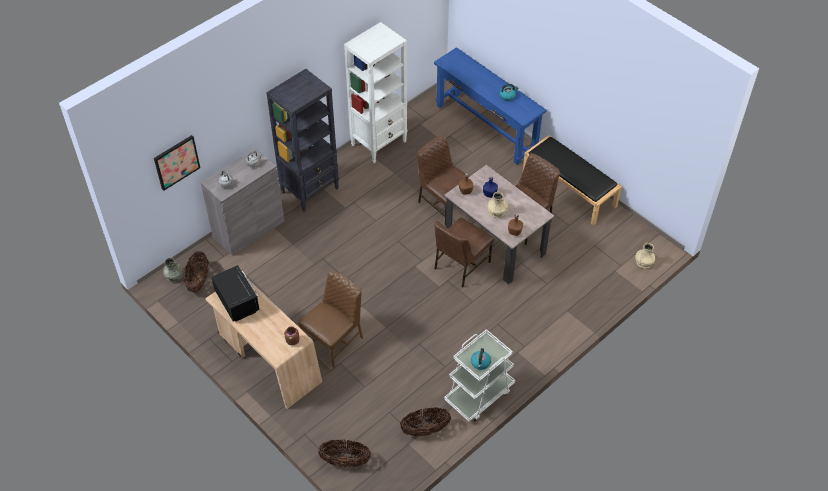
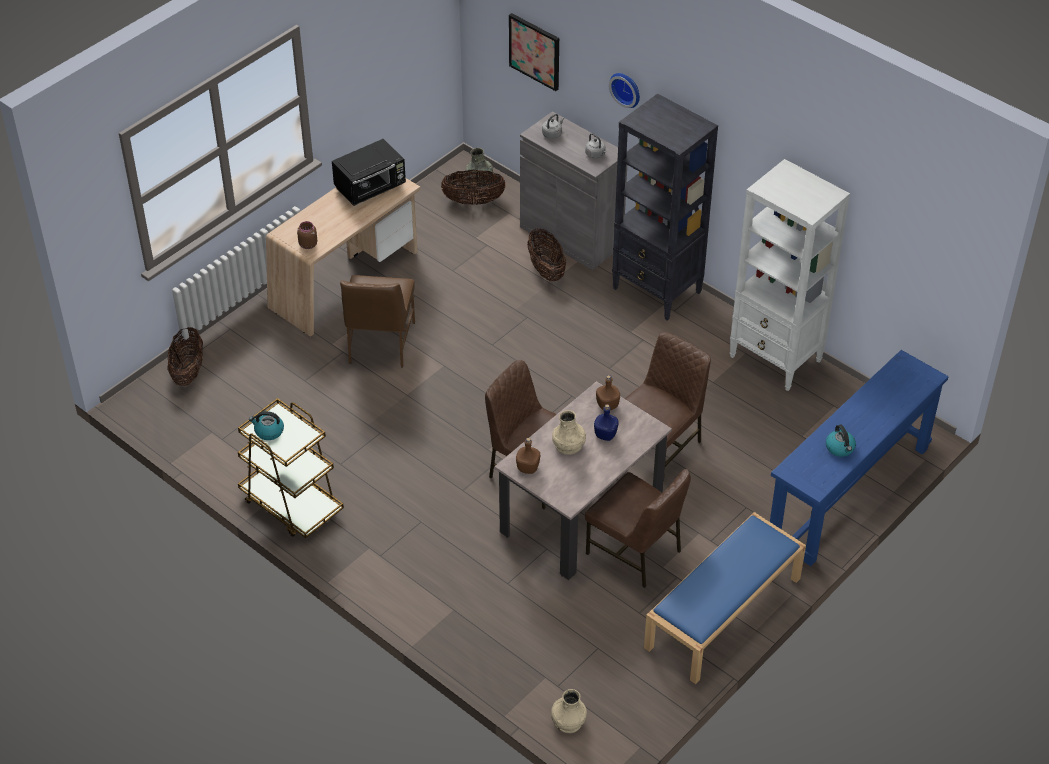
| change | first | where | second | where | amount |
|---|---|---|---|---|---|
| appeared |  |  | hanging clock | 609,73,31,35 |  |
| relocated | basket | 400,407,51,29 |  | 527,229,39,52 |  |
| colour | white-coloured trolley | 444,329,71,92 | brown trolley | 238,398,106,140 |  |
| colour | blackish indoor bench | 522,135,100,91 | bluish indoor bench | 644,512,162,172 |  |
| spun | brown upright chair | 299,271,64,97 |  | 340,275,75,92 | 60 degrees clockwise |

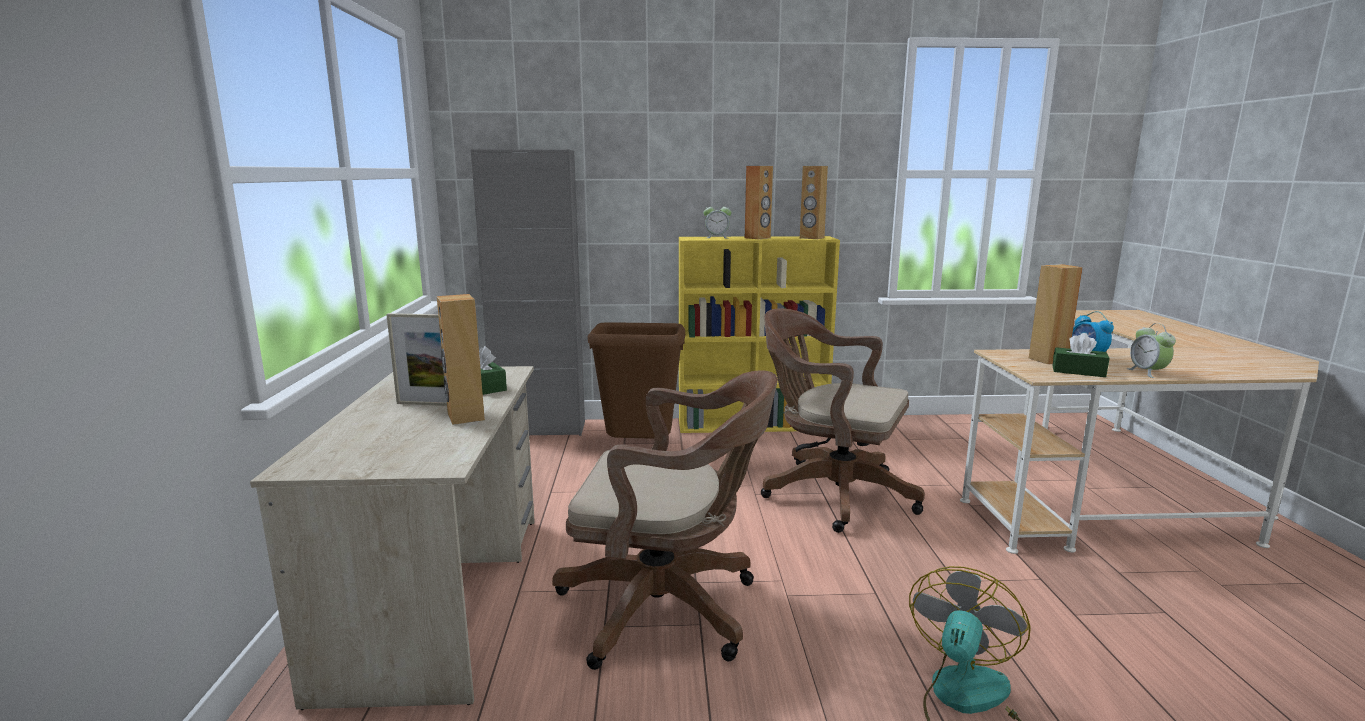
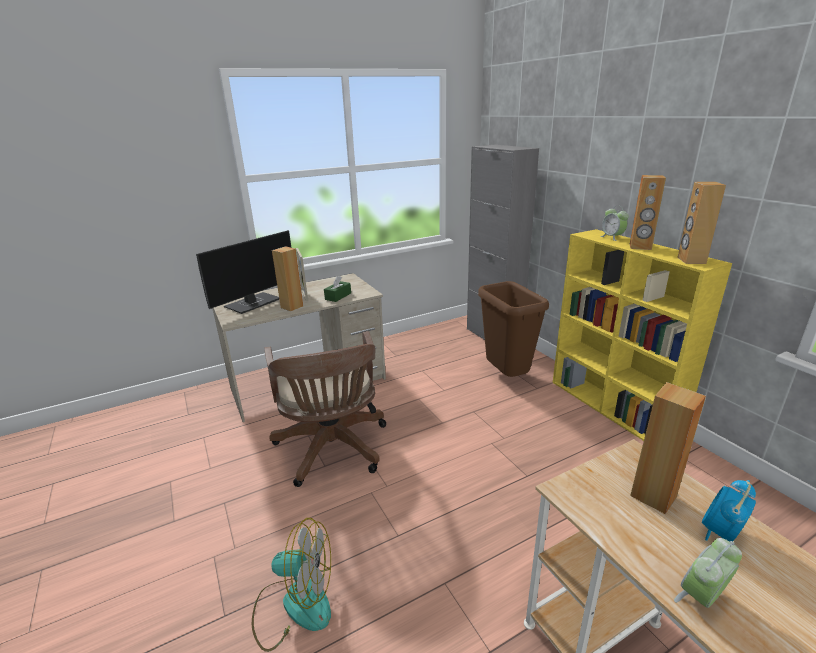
| change | first | where | second | where | amount |
|---|---|---|---|---|---|
| missing | brown desk chair | 761,308,164,225 |  |  |  |
| missing | green-coloured box of tissues | 1052,333,57,44 |  |  |  |
| appeared |  |  | computer display | 196,230,95,84 |  |

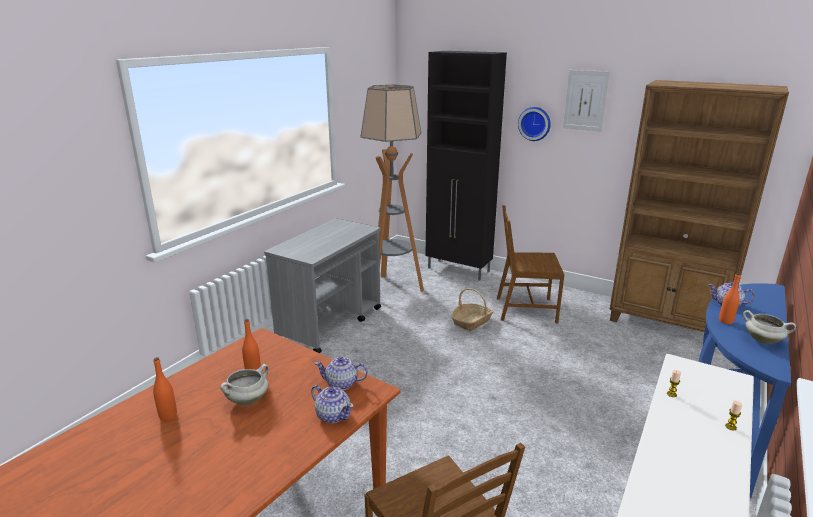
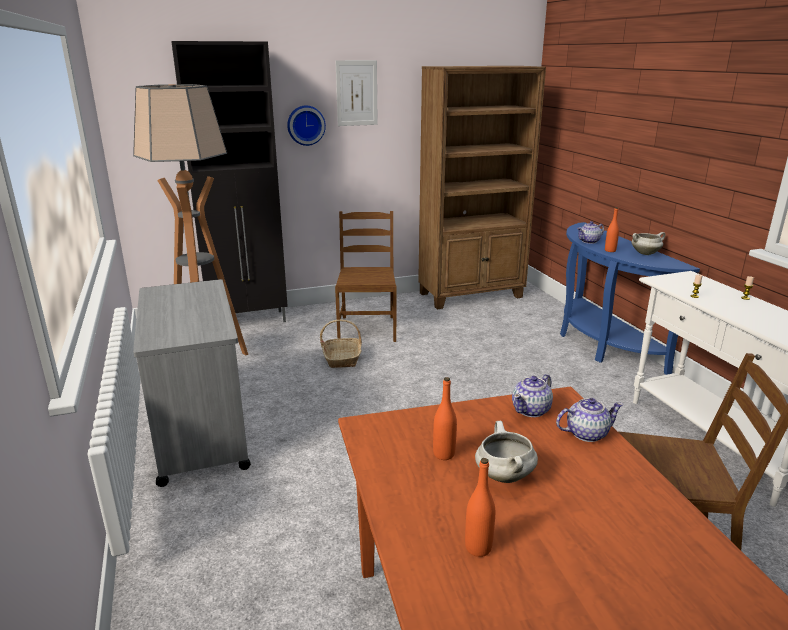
| change | first | where | second | where | amount |
|---|---|---|---|---|---|
| spun | brown upright chair | 497,205,67,118 |  | 335,211,62,131 | 135 degrees clockwise |

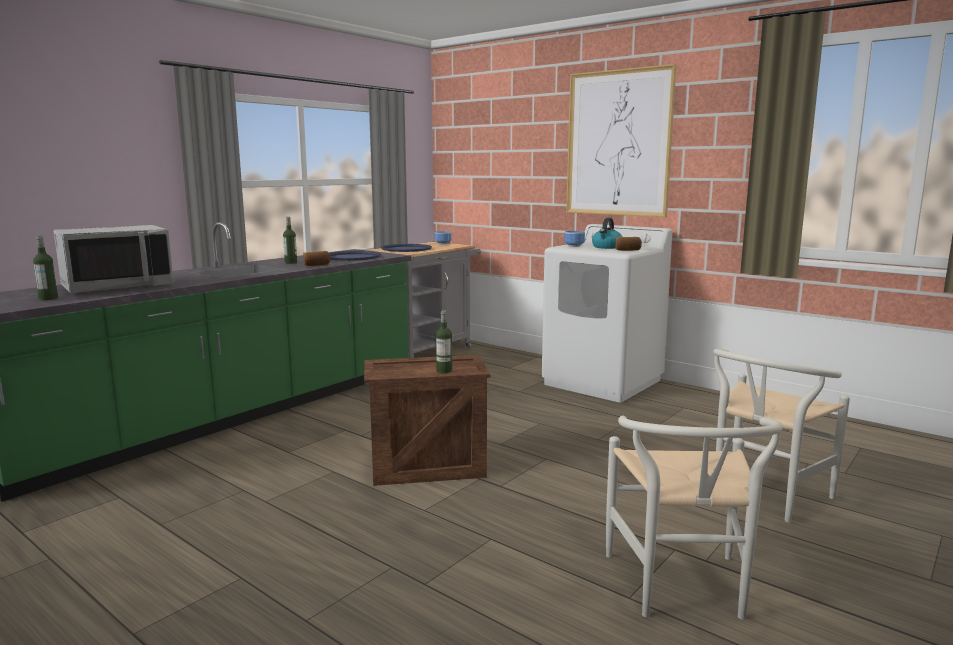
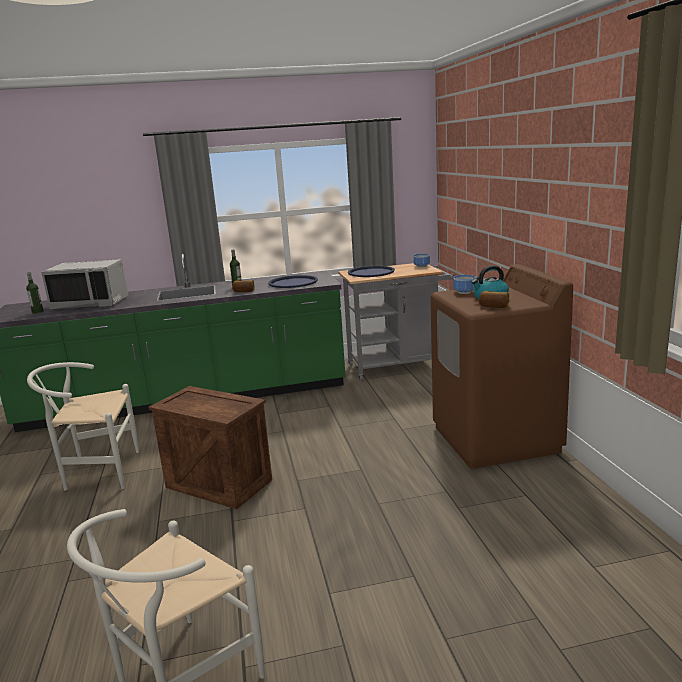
| change | first | where | second | where | amount |
|---|---|---|---|---|---|
| missing | drink bottle | 436,310,16,63 |  |  |  |
| missing | wall art | 566,64,111,153 |  |  |  |
| relocated | white-coloured upright chair | 713,349,137,174 |  | 27,362,112,129 |  |
| colour | white-coloured washing machine | 542,224,130,178 | brown washing machine | 430,264,143,205 |  |

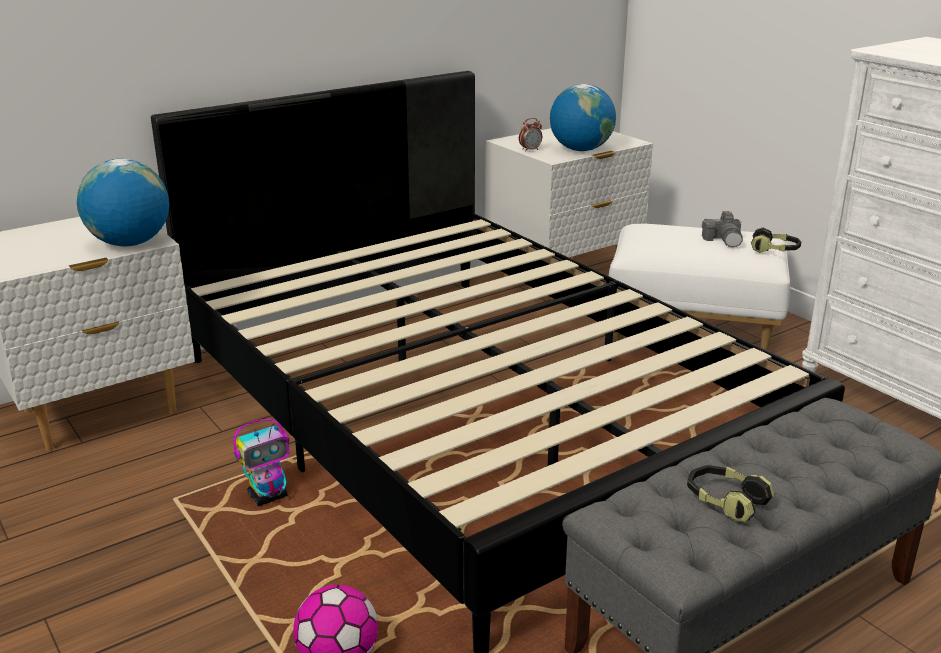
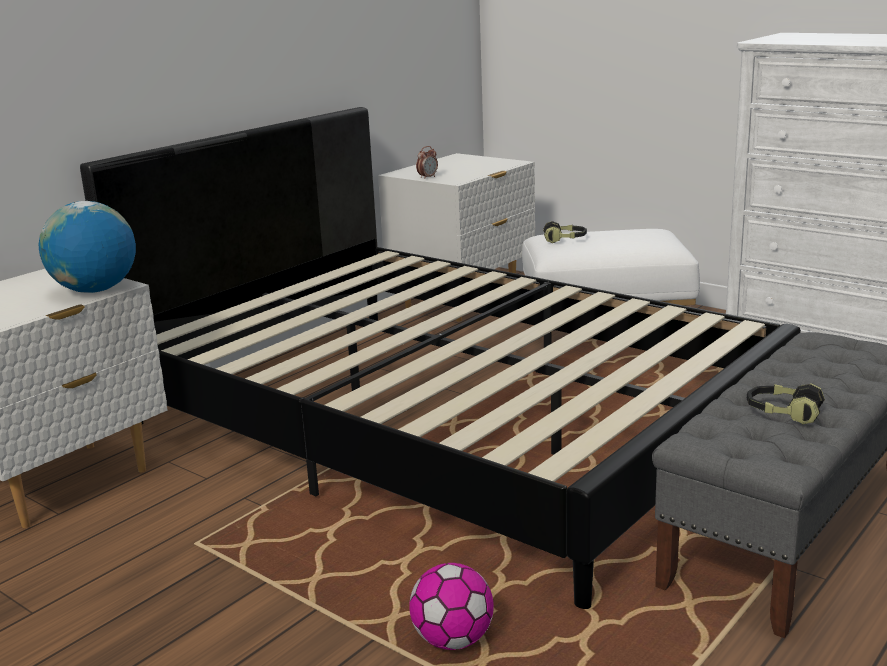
| change | first | where | second | where | amount |
|---|---|---|---|---|---|
| missing | model robot | 233,419,56,87 |  |  |  |
| missing | world globe | 550,84,66,67 |  |  |  |
| missing | photo camera | 702,211,41,36 |  |  |  |
| relocated | headphones | 751,227,50,26 |  | 543,221,44,22 |  |

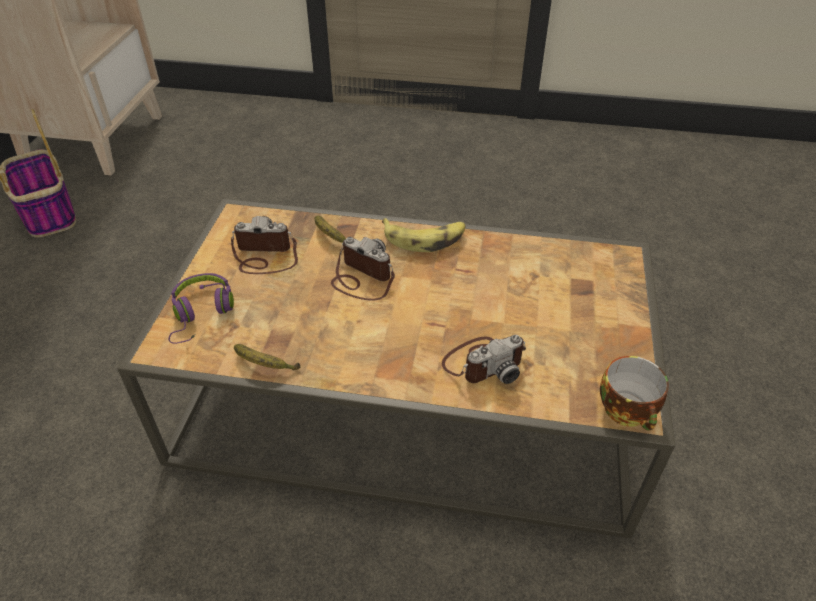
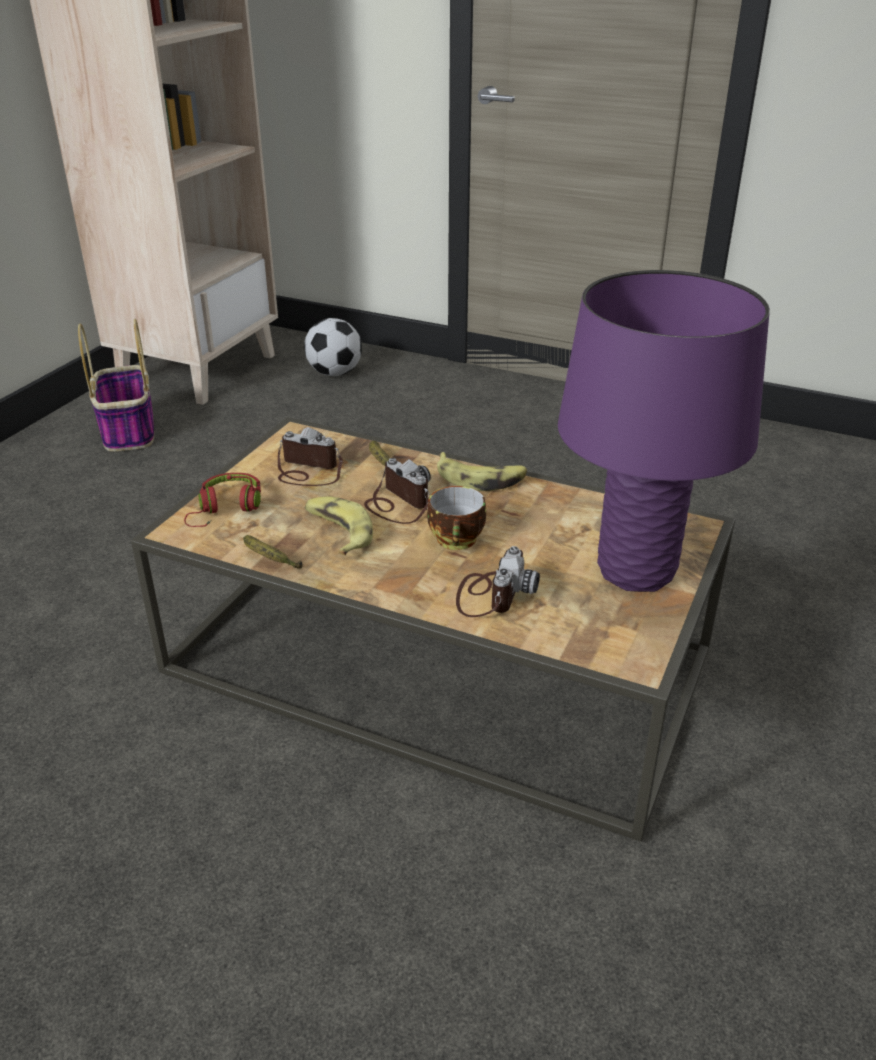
| change | first | where | second | where | amount |
|---|---|---|---|---|---|
| appeared |  |  | football | 304,318,58,58 |  |
| appeared |  |  | banana fruit | 305,496,68,59 |  |
| appeared |  |  | purplish table lamp | 558,270,212,322 |  |
| relocated | small cup | 600,356,69,75 |  | 427,486,59,64 |  |
| colour | purplish headphones | 169,273,65,71 | red-coloured headphones | 184,473,77,54 |  |
| spun | photo camera | 442,335,84,49 |  | 456,546,84,71 | 60 degrees counterclockwise |

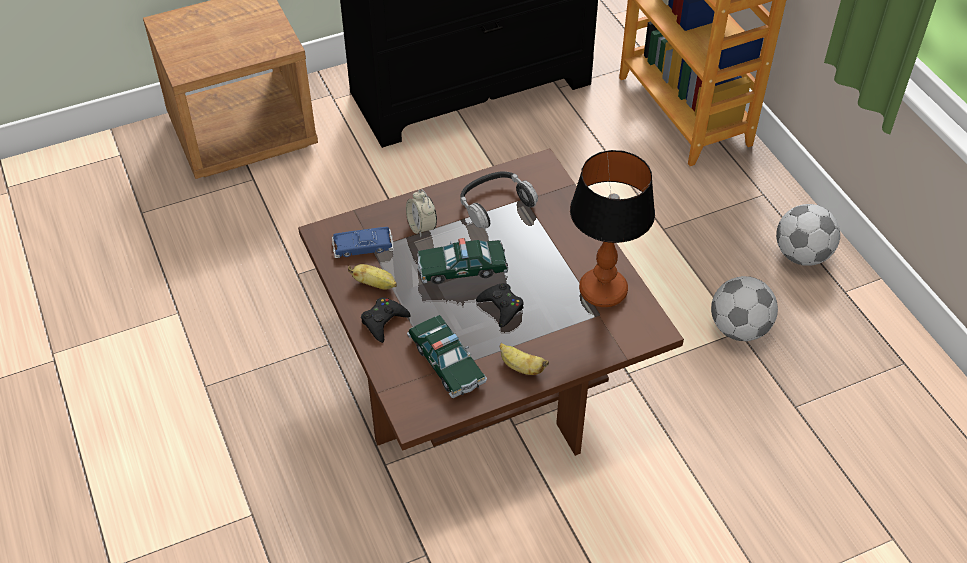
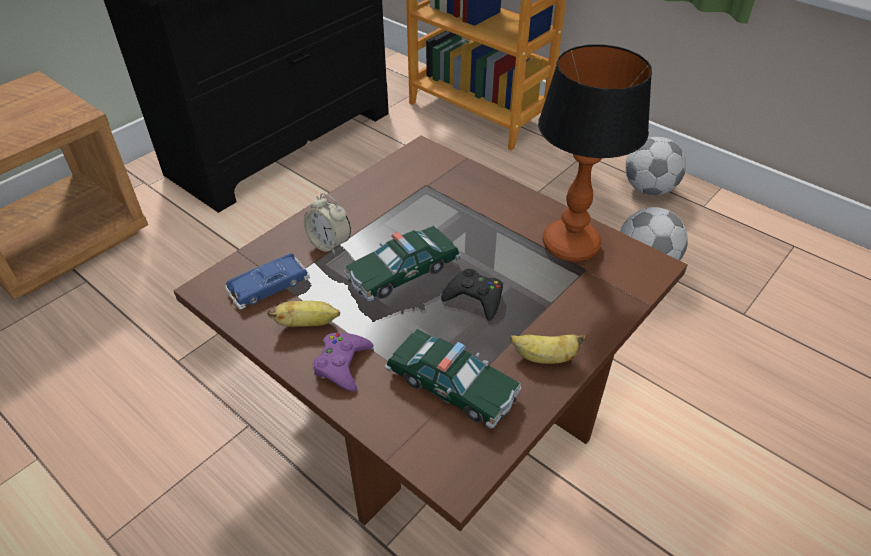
| change | first | where | second | where | amount |
|---|---|---|---|---|---|
| missing | headphones | 460,171,78,58 |  |  |  |
| colour | blackish joypad | 361,297,49,46 | purplish joypad | 313,333,61,59 |  |

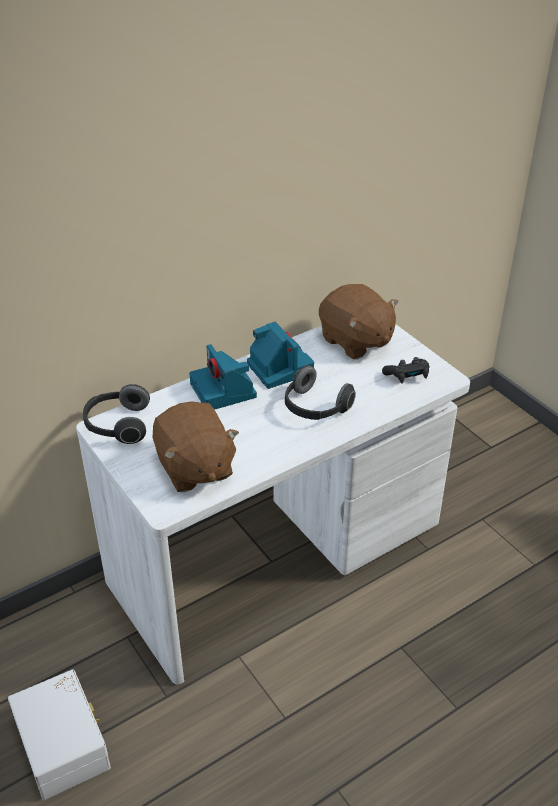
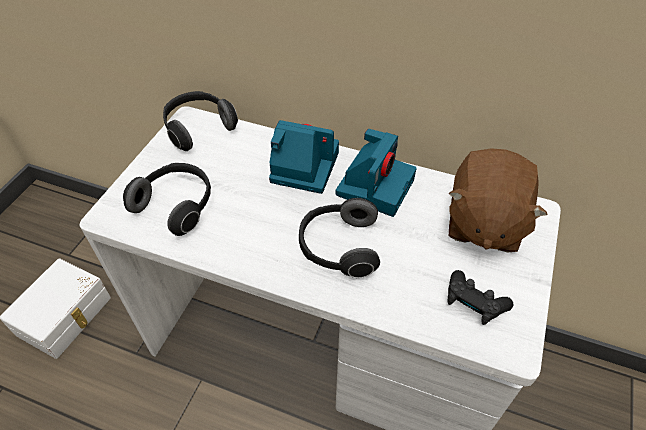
| change | first | where | second | where | amount |
|---|---|---|---|---|---|
| exchanged | brown plush toy | 152,401,87,91 | headphones | 123,163,88,73 |  |
| spun | photo camera | 189,344,68,66 |  | 269,120,70,74 | 75 degrees clockwise |

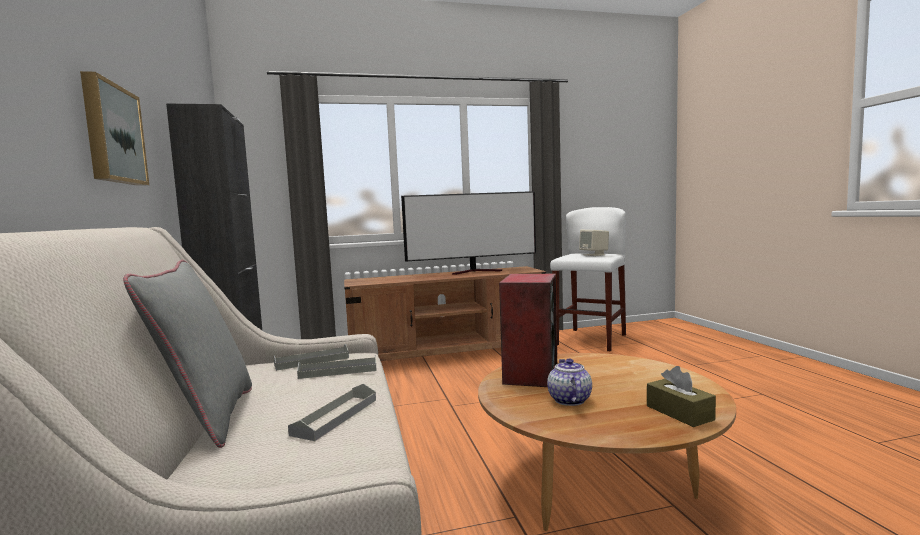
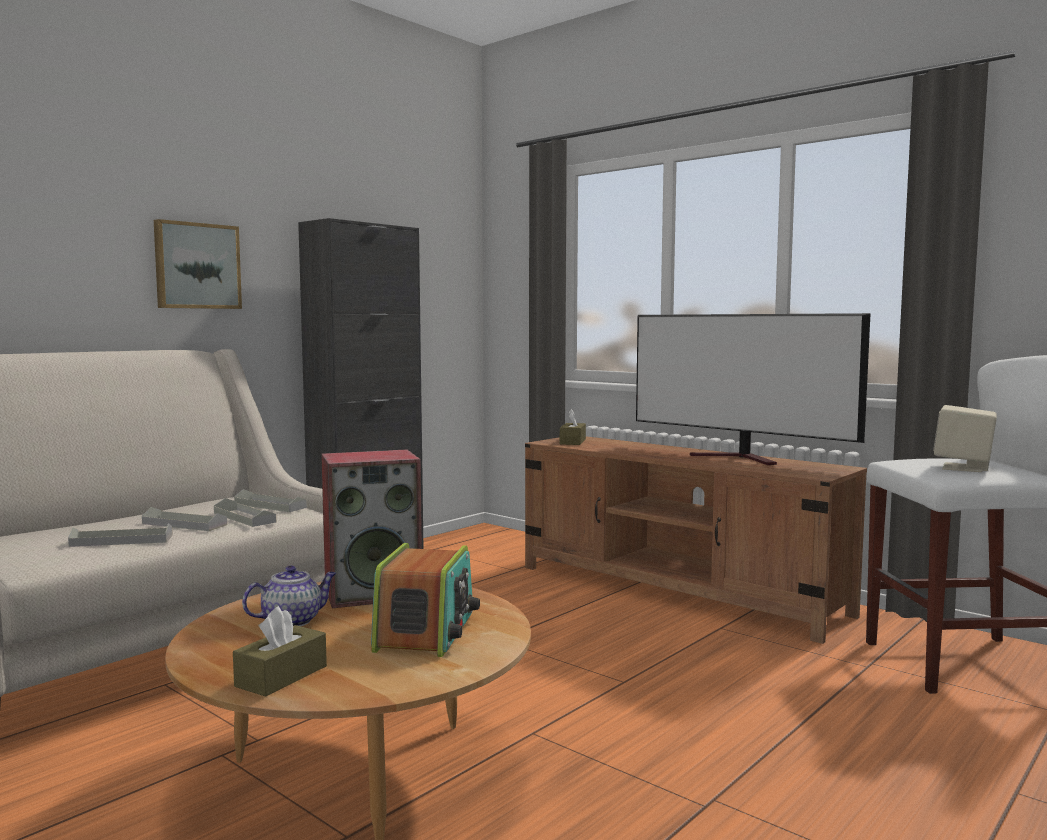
| change | first | where | second | where | amount |
|---|---|---|---|---|---|
| missing | gray pillow | 123,260,129,188 |  |  |  |
| appeared |  |  | gray serving tray | 142,507,85,24 |  |
| appeared |  |  | radio set | 371,543,109,114 |  |
| appeared |  |  | brown box of tissues | 560,409,26,36 |  |

